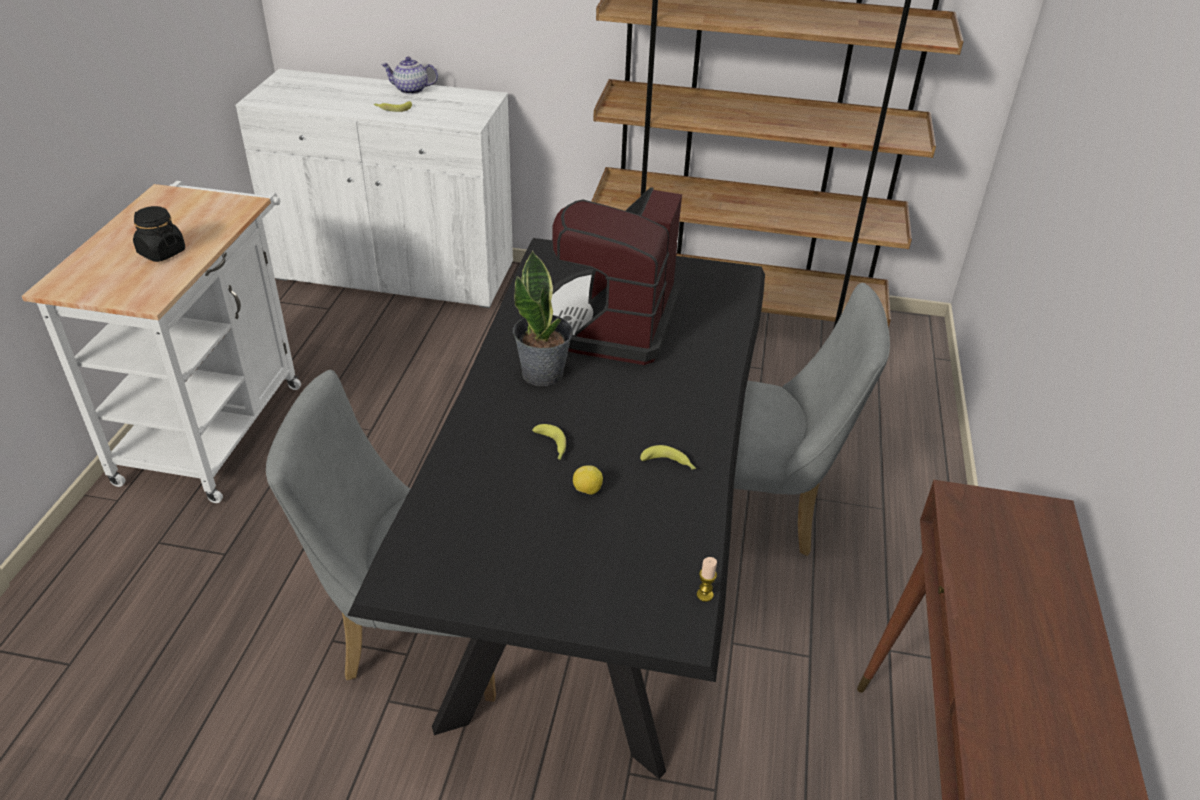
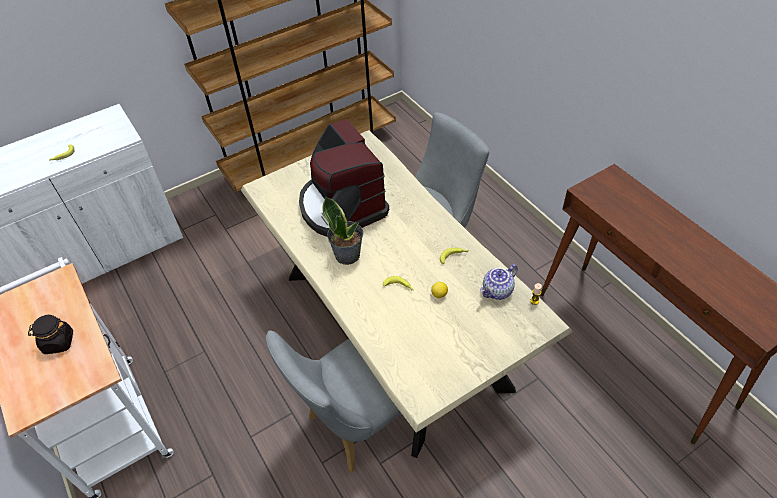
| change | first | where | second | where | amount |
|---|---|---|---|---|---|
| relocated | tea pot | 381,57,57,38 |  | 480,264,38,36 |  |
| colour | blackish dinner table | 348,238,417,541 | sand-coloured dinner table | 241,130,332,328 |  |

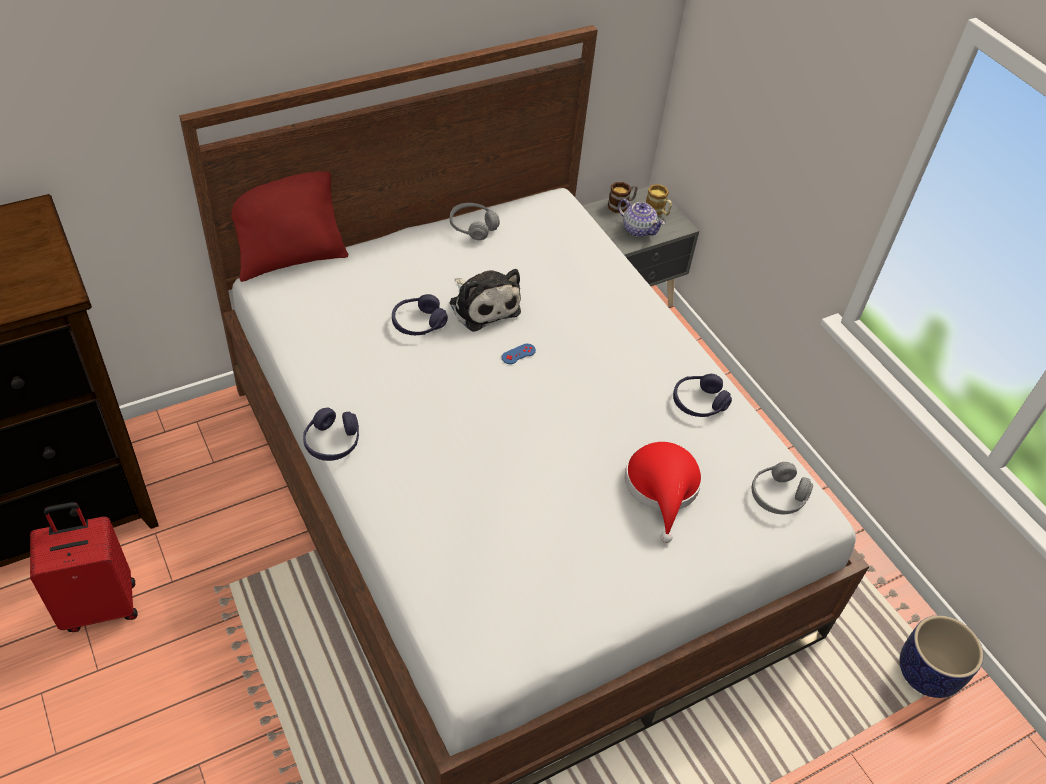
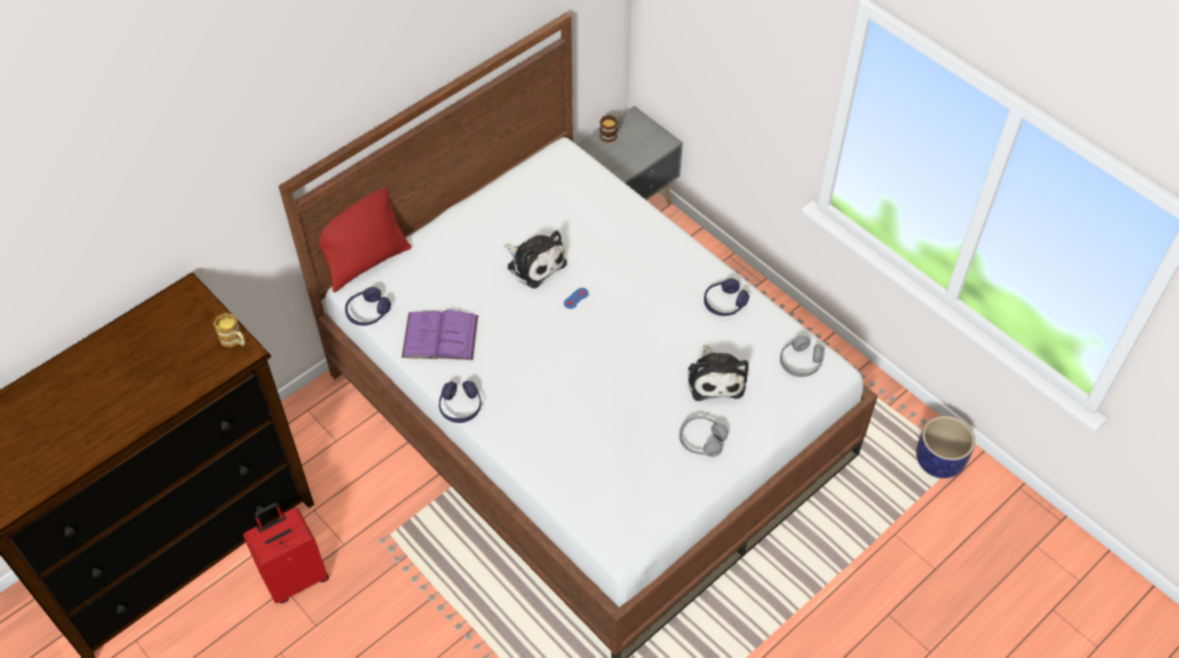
| change | first | where | second | where | amount |
|---|---|---|---|---|---|
| missing | tea pot | 618,199,48,38 |  |  |  |
| appeared |  |  | purplish volume | 401,310,77,50 |  |
| relocated | purplish headphones | 392,294,56,41 |  | 345,287,46,39 |  |
| relocated | gray headphones | 450,203,50,37 |  | 679,416,49,41 |  |
| relocated | coffee mug | 646,184,26,31 |  | 213,313,32,35 |  |
| exchanged | red-coloured hat | 625,442,77,101 | plush toy | 688,345,61,56 |  |

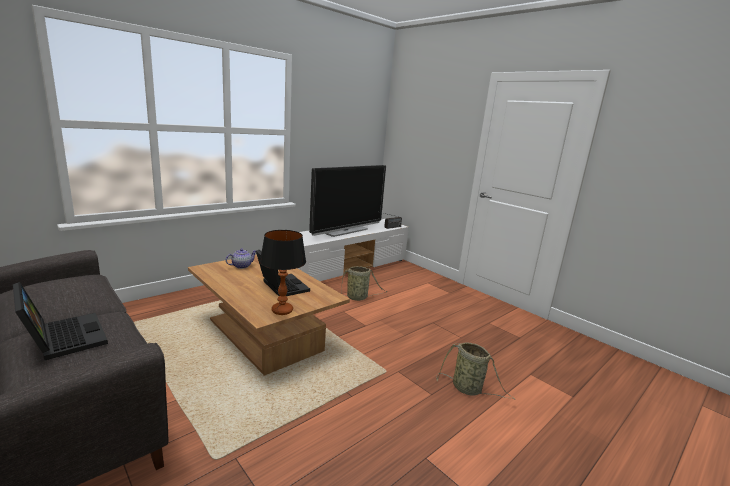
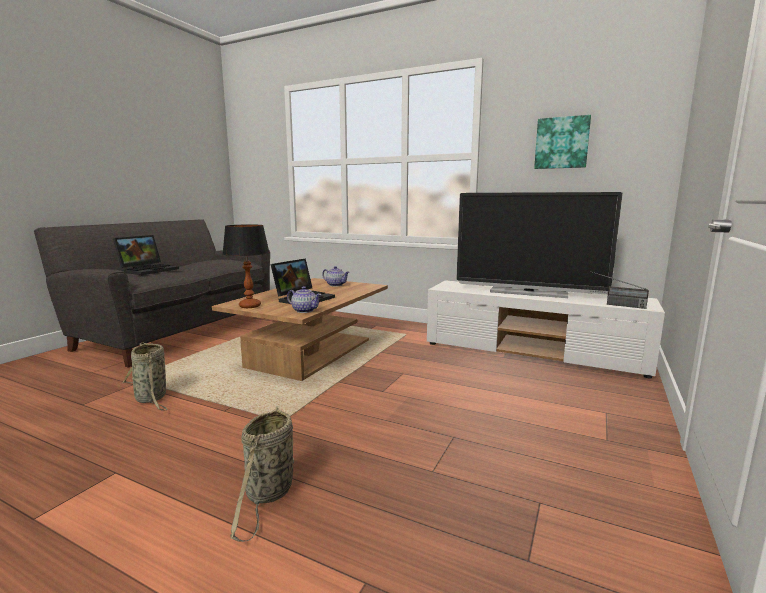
| change | first | where | second | where | amount |
|---|---|---|---|---|---|
| appeared |  |  | tea pot | 287,286,35,27 |  |
| appeared |  |  | wall art | 534,115,57,54 |  |
| relocated | basket | 342,266,46,35 |  | 121,342,46,69 |  |

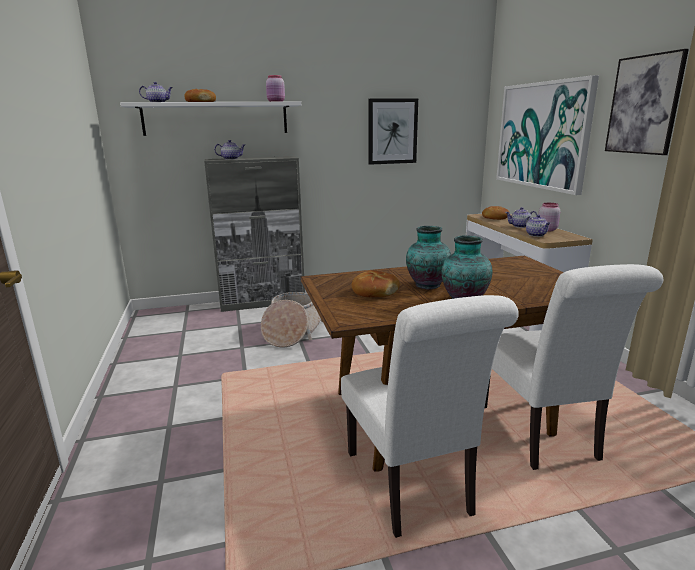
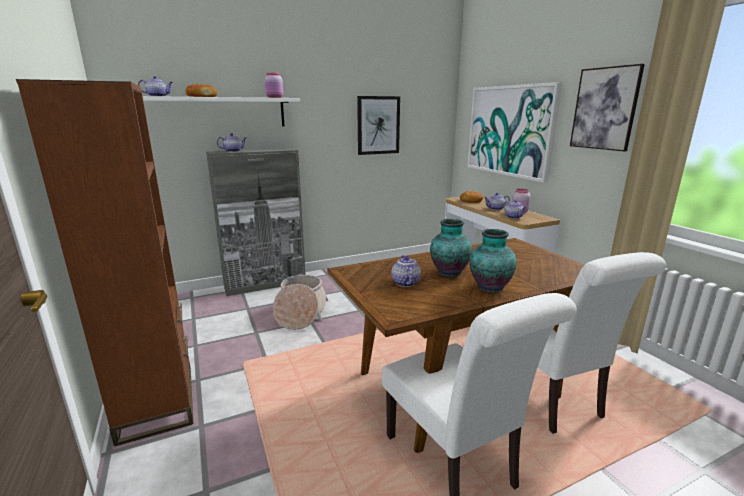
| change | first | where | second | where | amount |
|---|---|---|---|---|---|
| appeared |  |  | brown bookcase | 16,79,177,368 |  |
| exchanged | bread | 352,271,48,26 | tea pot | 392,255,29,32 |  |

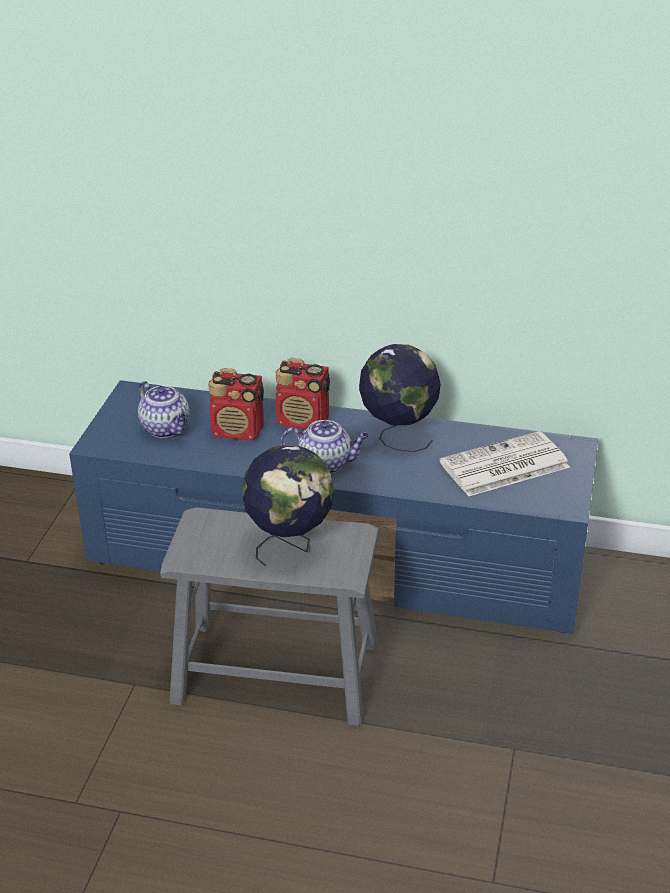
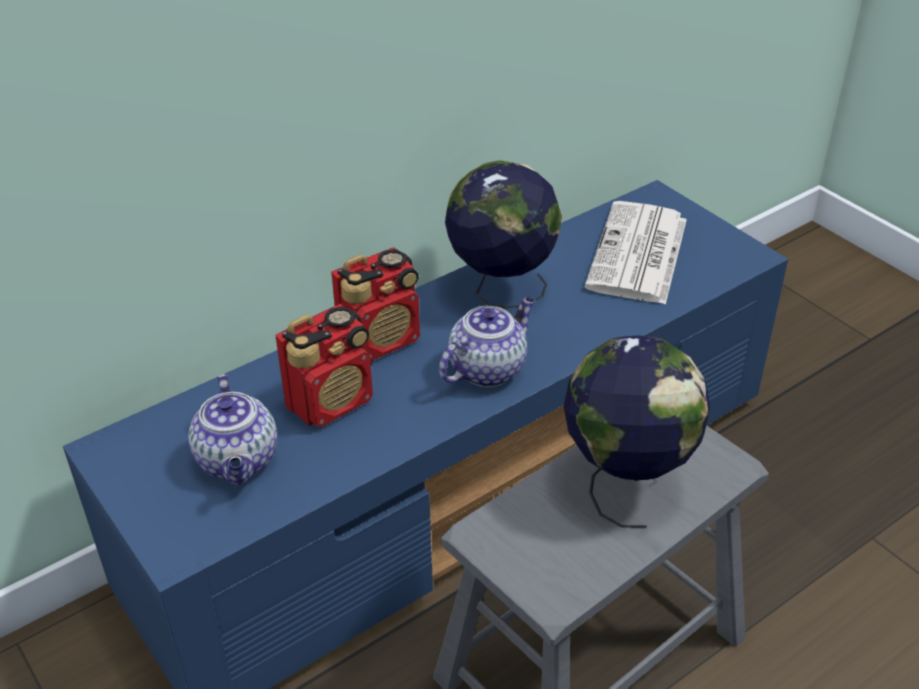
| change | first | where | second | where | amount |
|---|---|---|---|---|---|
| spun | tea pot | 138,381,52,57 |  | 188,374,89,111 | 75 degrees clockwise |

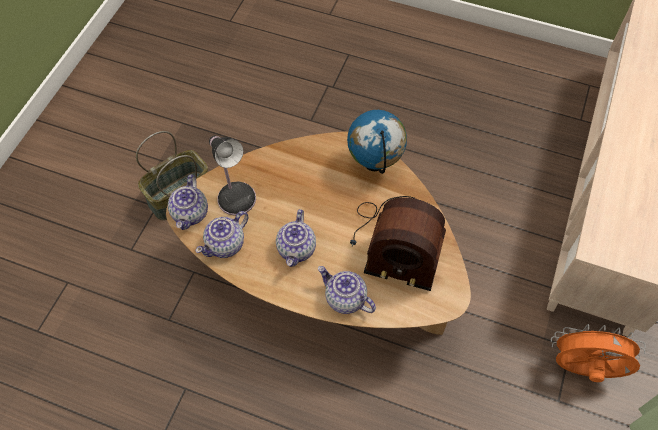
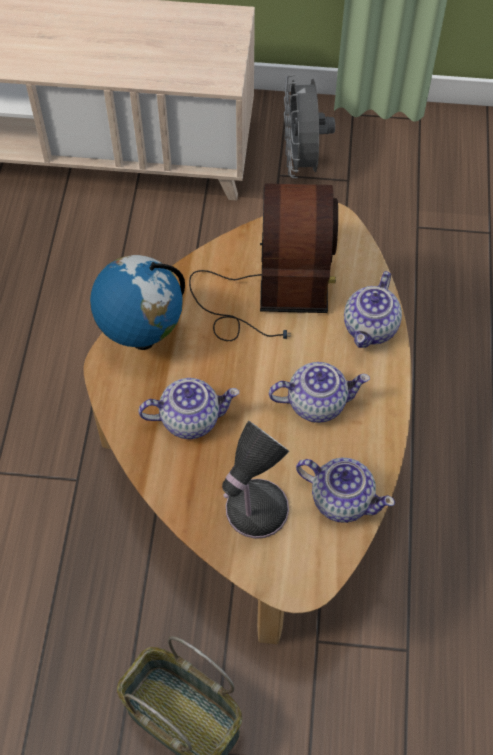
| change | first | where | second | where | amount |
|---|---|---|---|---|---|
| relocated | tea pot | 168,174,40,56 |  | 138,378,101,61 |  |
| colour | orange-coloured cooling fan | 551,324,95,58 | gray cooling fan | 284,75,51,103 |  |

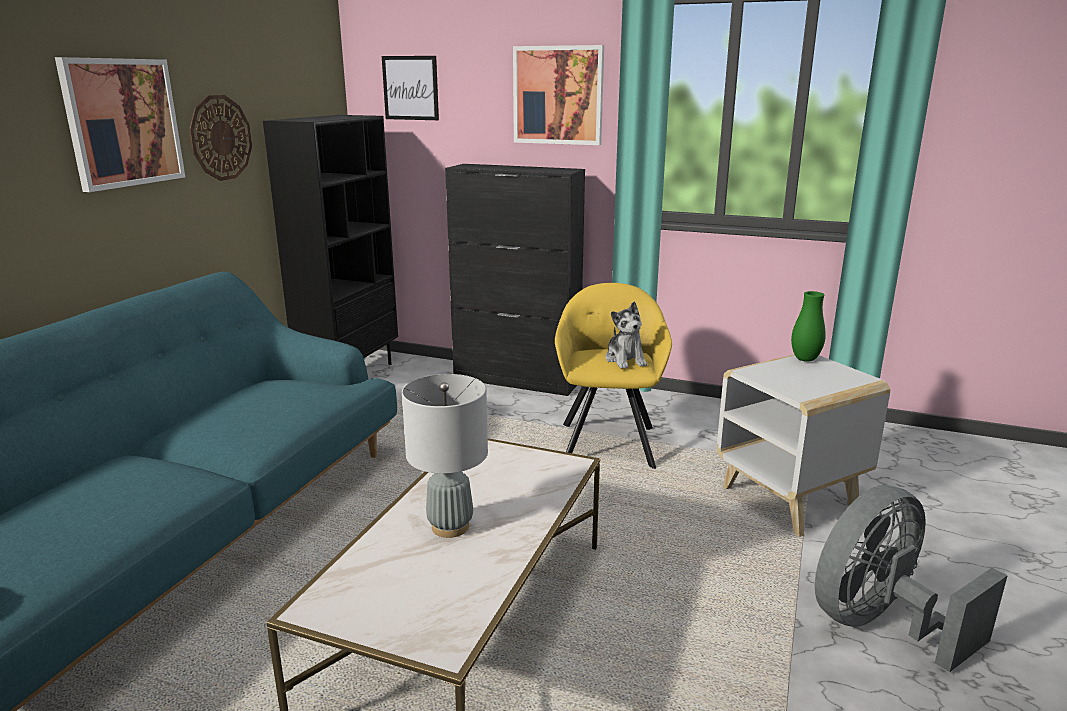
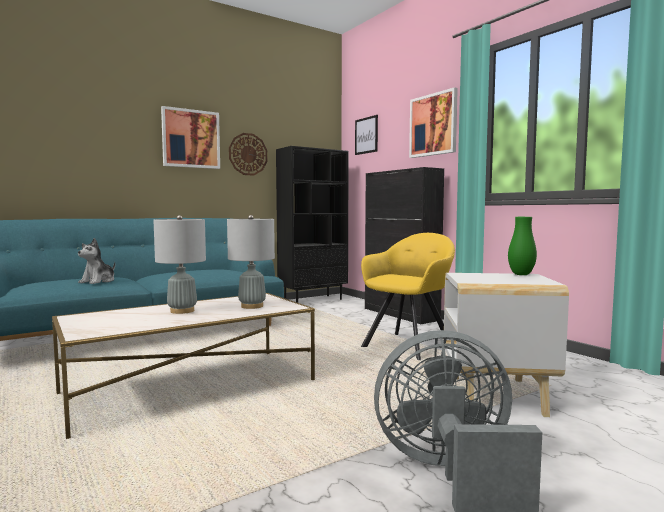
| change | first | where | second | where | amount |
|---|---|---|---|---|---|
| appeared |  |  | gray table lamp | 227,215,48,94 |  |
| relocated | plush toy | 605,302,42,67 |  | 78,238,37,46 |  |

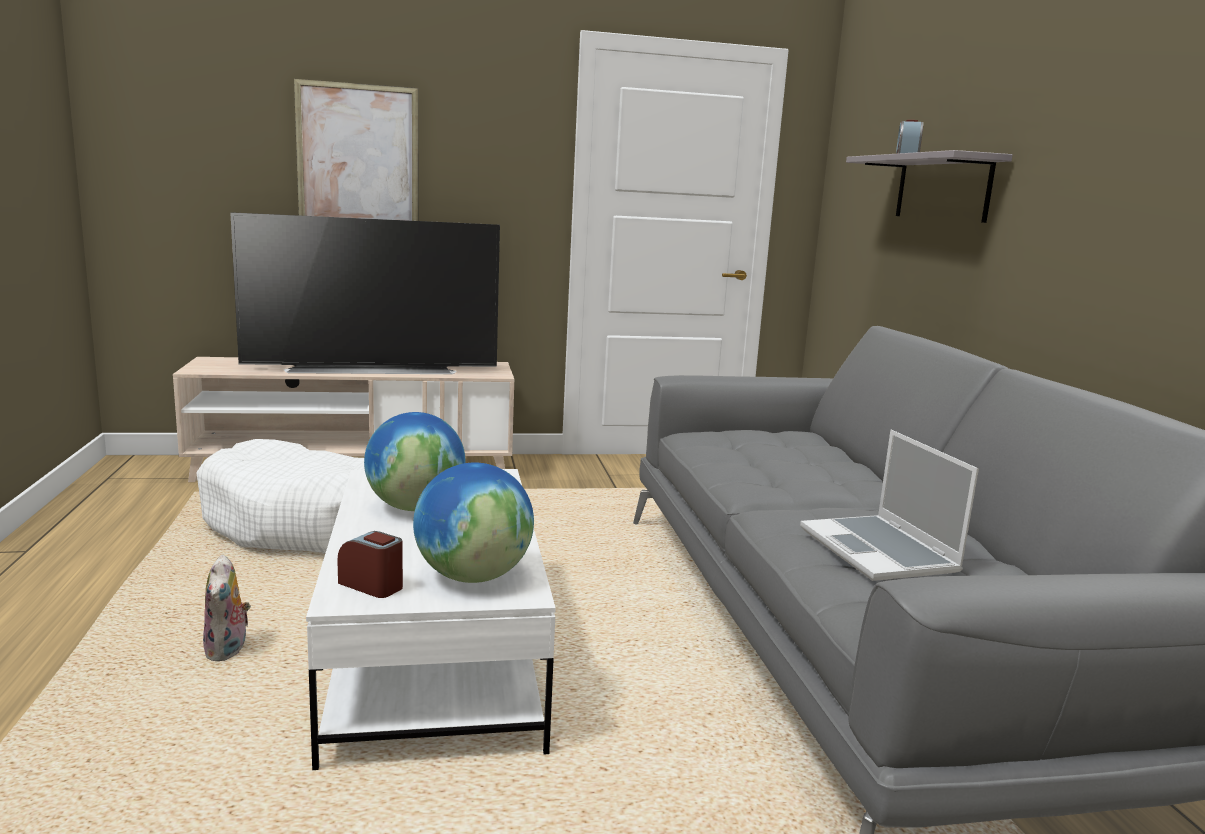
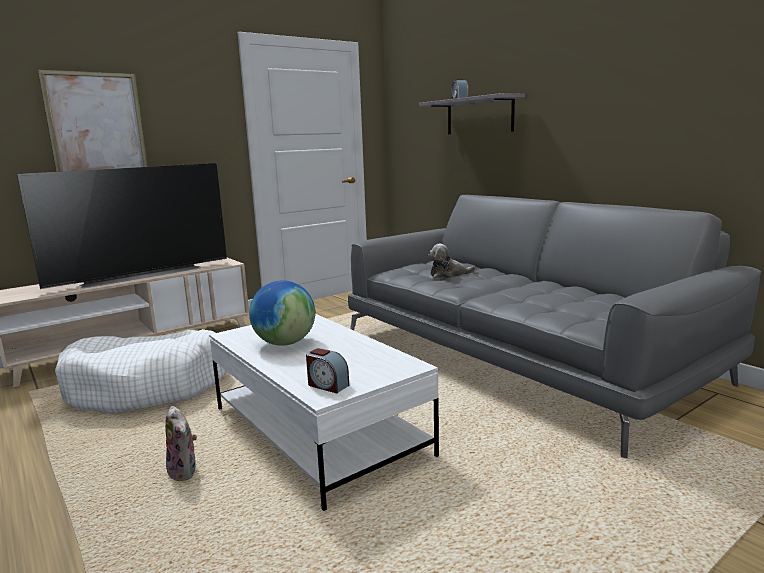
| change | first | where | second | where | amount |
|---|---|---|---|---|---|
| missing | world globe | 413,462,121,121 |  |  |  |
| missing | notebook computer | 800,430,179,151 |  |  |  |
| appeared |  |  | plush toy | 428,244,48,34 |  |
| spun | bedside clock | 337,531,66,67 |  | 306,348,43,45 | 150 degrees counterclockwise |

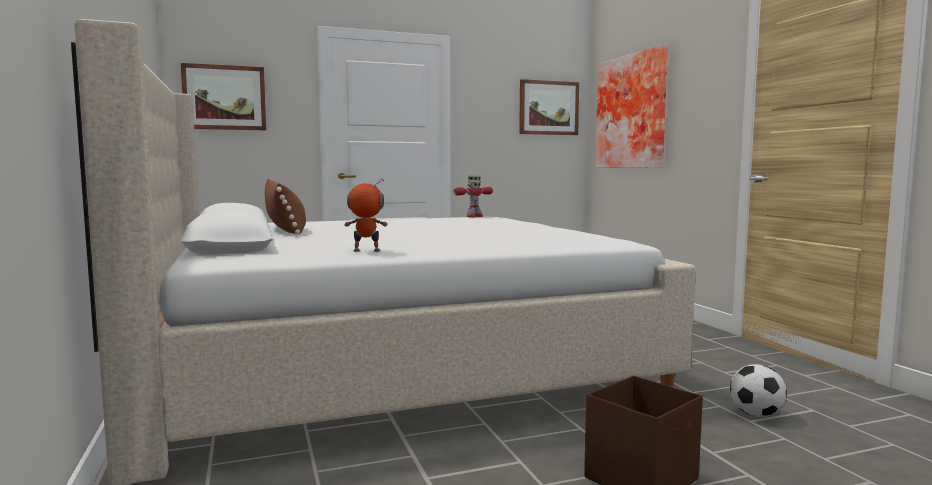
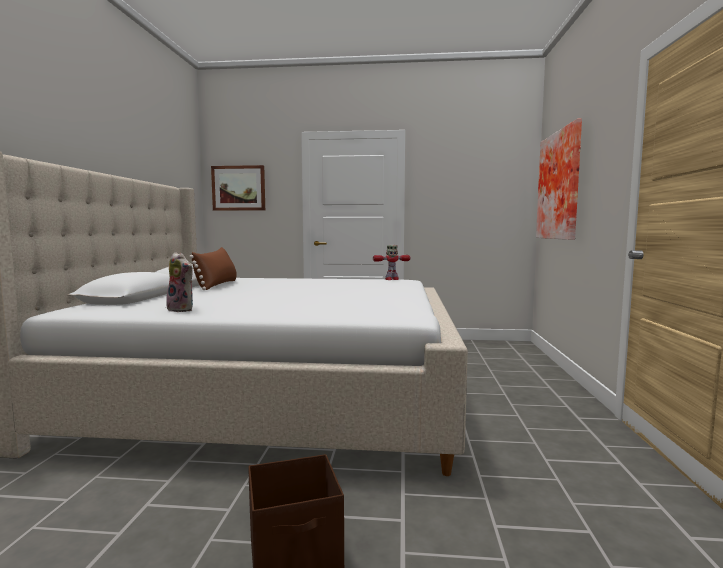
| change | first | where | second | where | amount |
|---|---|---|---|---|---|
| missing | wall art | 519,79,60,56 |  |  |  |
| missing | football | 730,364,57,53 |  |  |  |
| exchanged | model robot | 344,178,44,74 | plush toy | 166,252,27,60 |  |

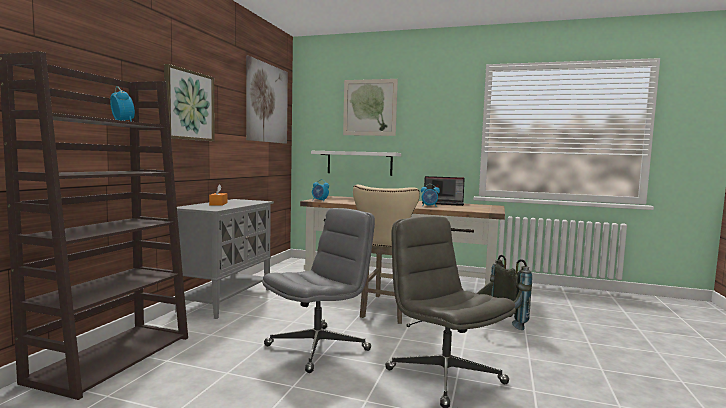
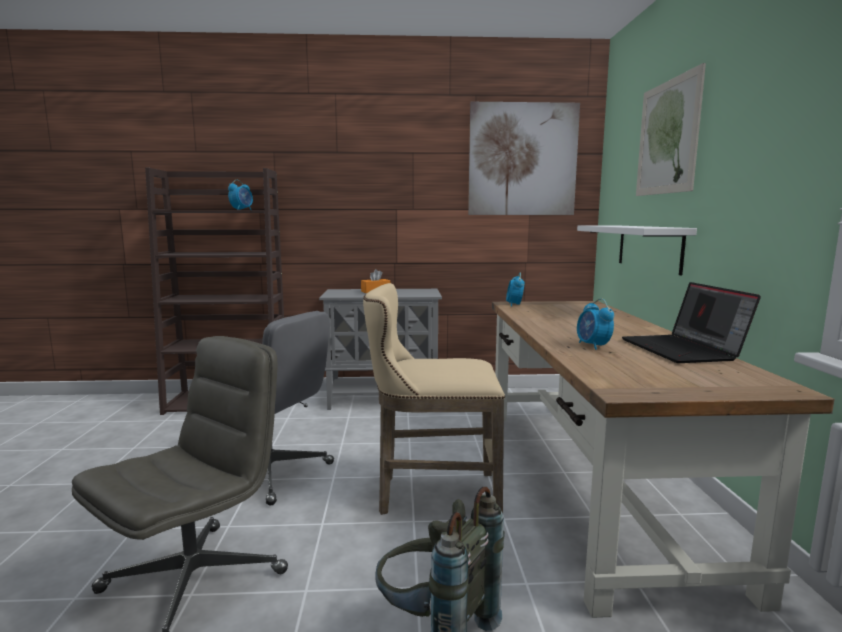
| change | first | where | second | where | amount |
|---|---|---|---|---|---|
| missing | wall art | 164,64,51,77 |  |  |  |

